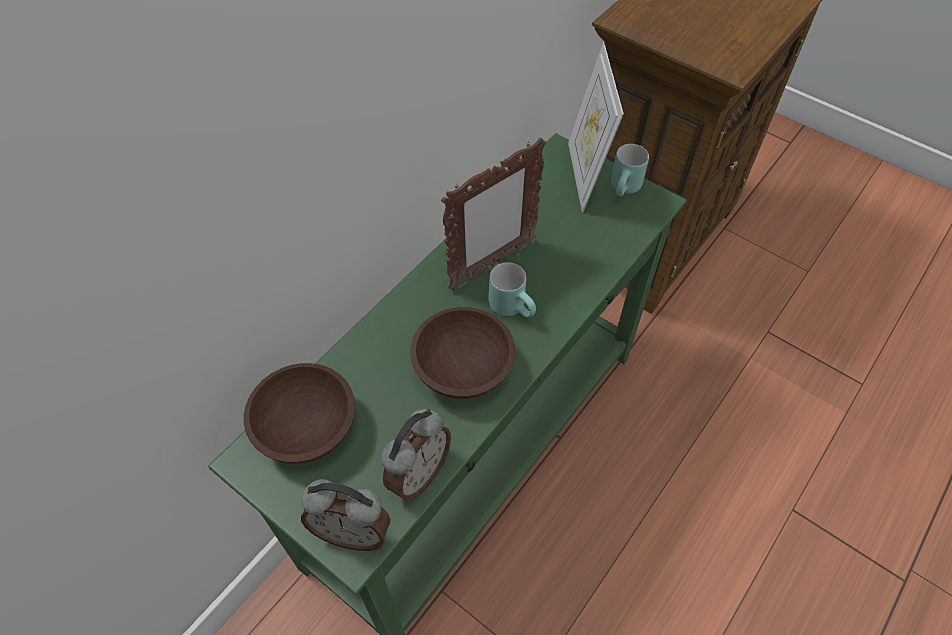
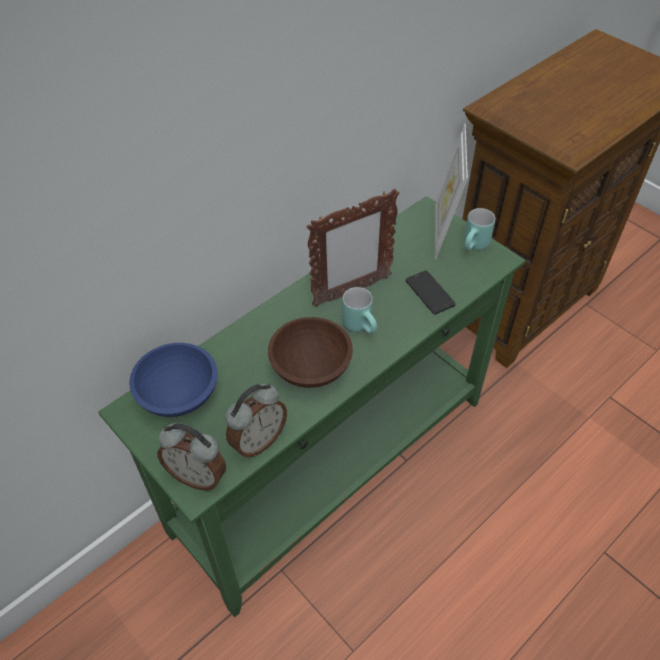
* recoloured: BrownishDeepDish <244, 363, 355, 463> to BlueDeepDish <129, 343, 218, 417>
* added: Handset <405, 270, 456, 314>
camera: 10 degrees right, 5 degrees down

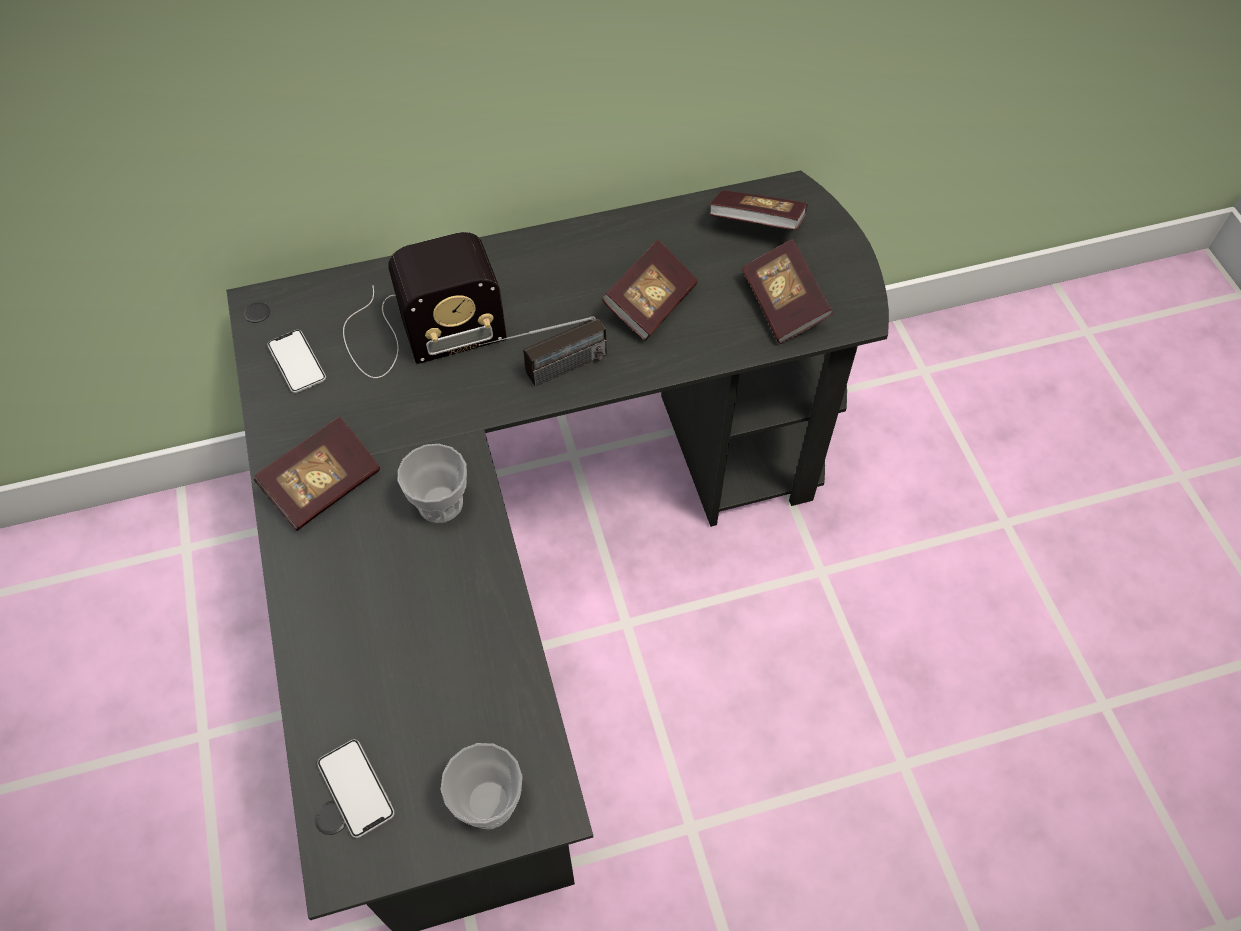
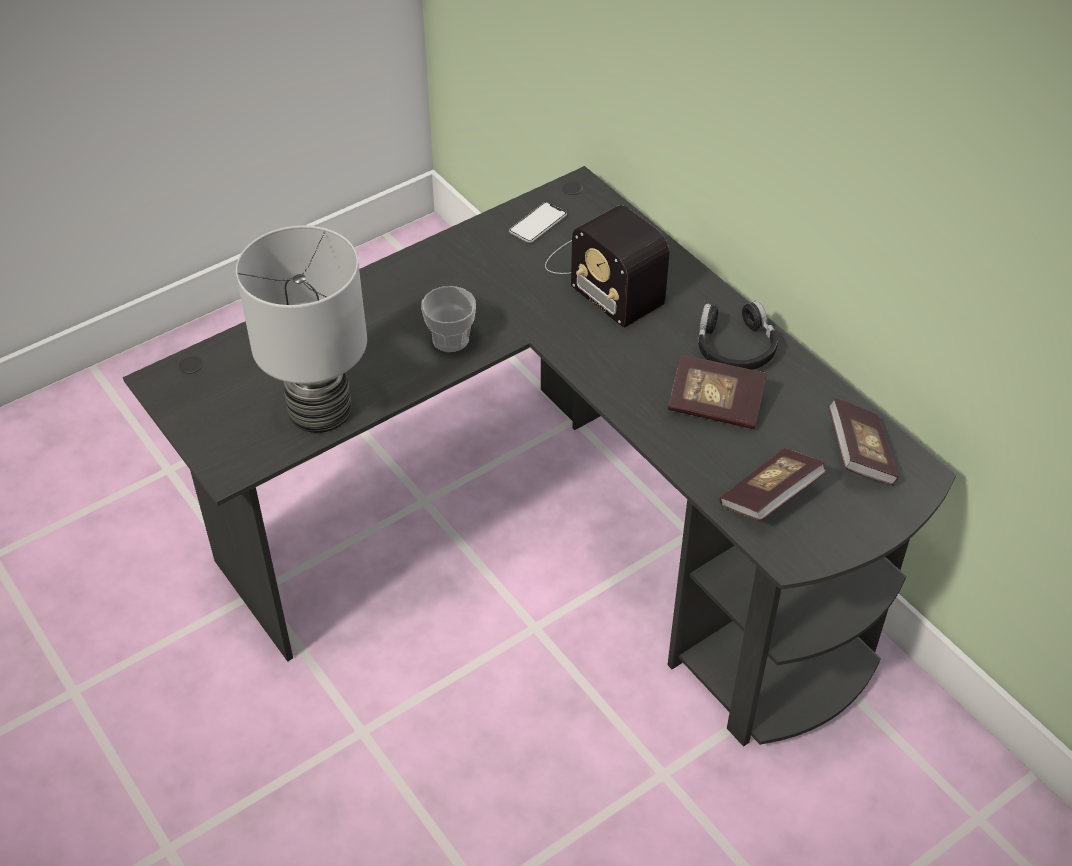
* added: GrayTabletopLamp <236, 225, 367, 433>
* added: BlackHeadset <698, 301, 778, 370>
* removed: Book <254, 416, 380, 531>
* removed: Handset <317, 739, 395, 838>
* removed: DrinkingCup <441, 743, 523, 829>
* removed: RadioReceiver <478, 316, 607, 386>
camera: 70 degrees right, 10 degrees down

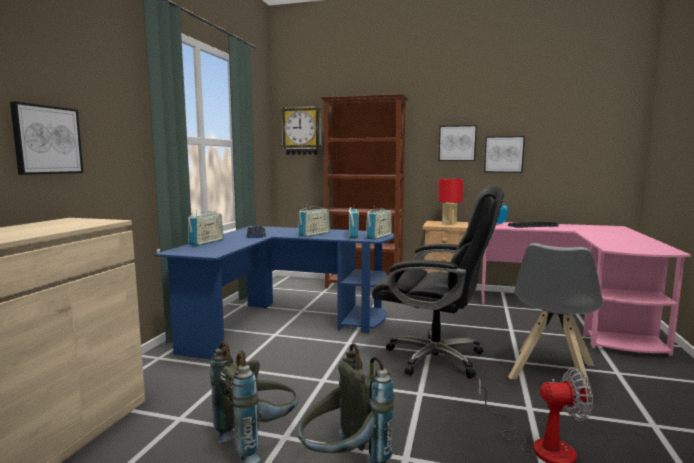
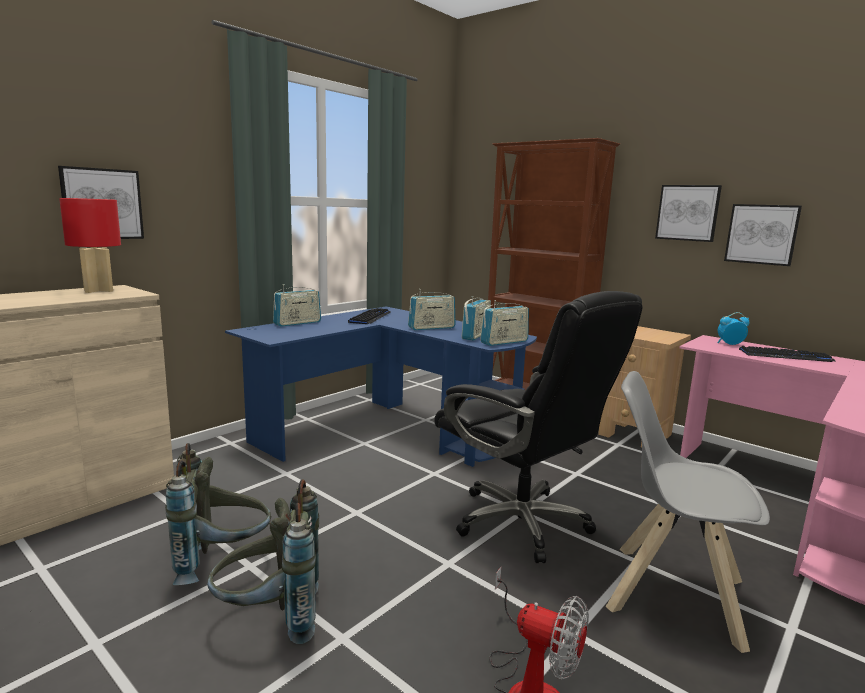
* moved: RedTabletopLamp <438, 179, 463, 225> to <59, 198, 121, 293>
* turned: GrayPlainChair <508, 243, 604, 395> = <606, 371, 770, 653> 60 degrees clockwise
* removed: WallClock <281, 106, 322, 155>
camera: 25 degrees right, 5 degrees up

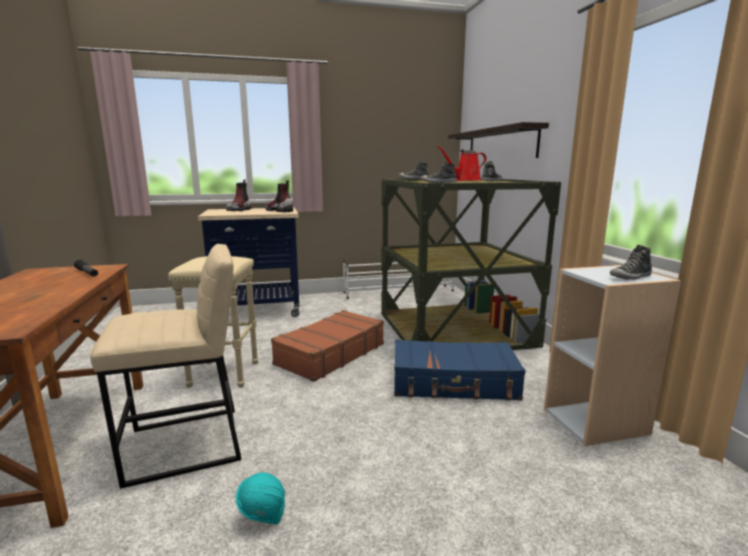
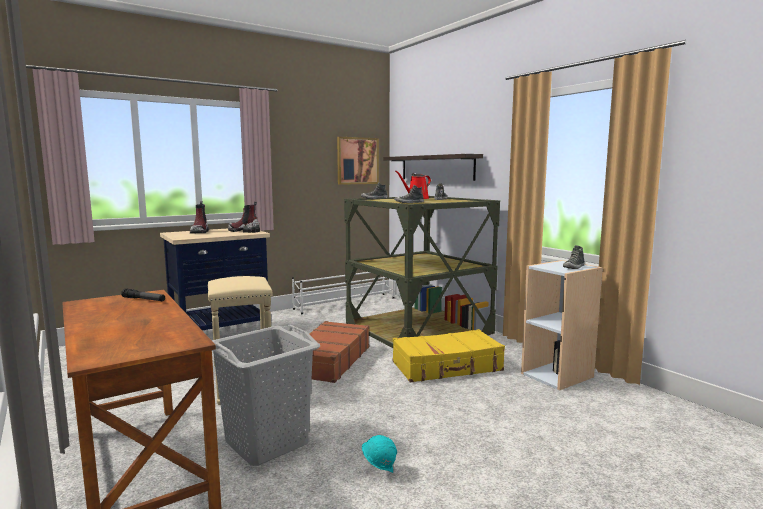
* replaced: BeigeColouredPlainChair <90, 244, 241, 489> to GrayWashingBasket <212, 325, 320, 466>
* added: Picture <337, 137, 379, 185>
* recoloured: BlueTravelCase <394, 339, 525, 400> to YellowTravelCase <393, 329, 505, 383>
camera: 20 degrees left, 5 degrees down

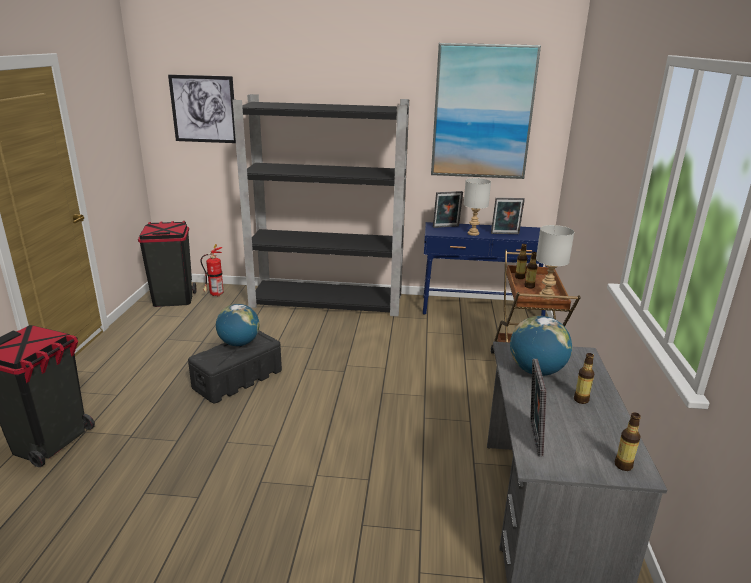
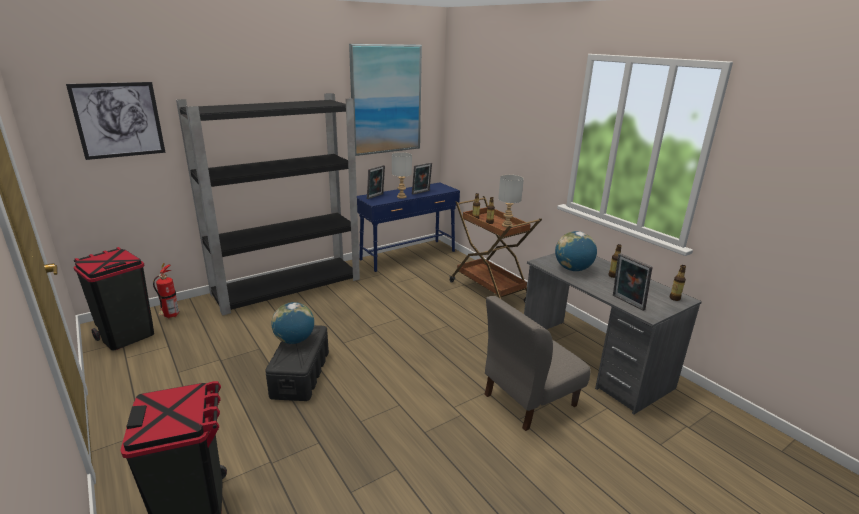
* added: GrayPlainChair <484, 296, 591, 431>
camera: 40 degrees left, 0 degrees up

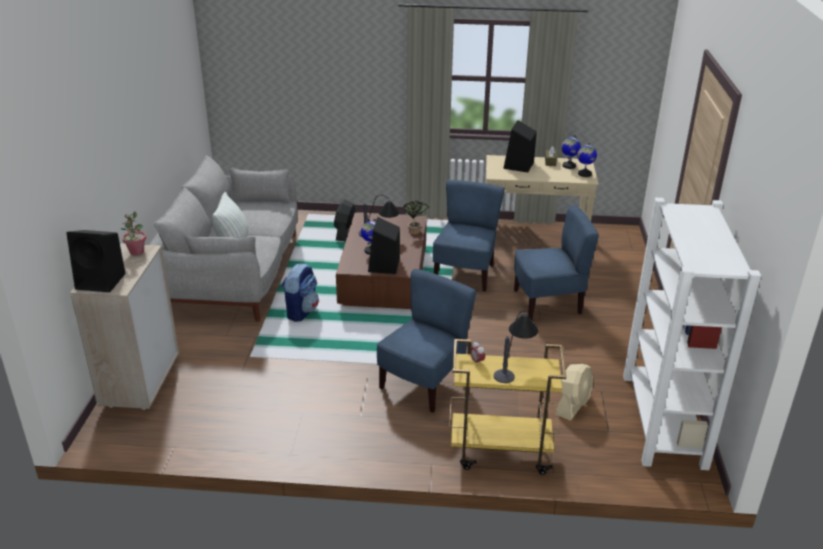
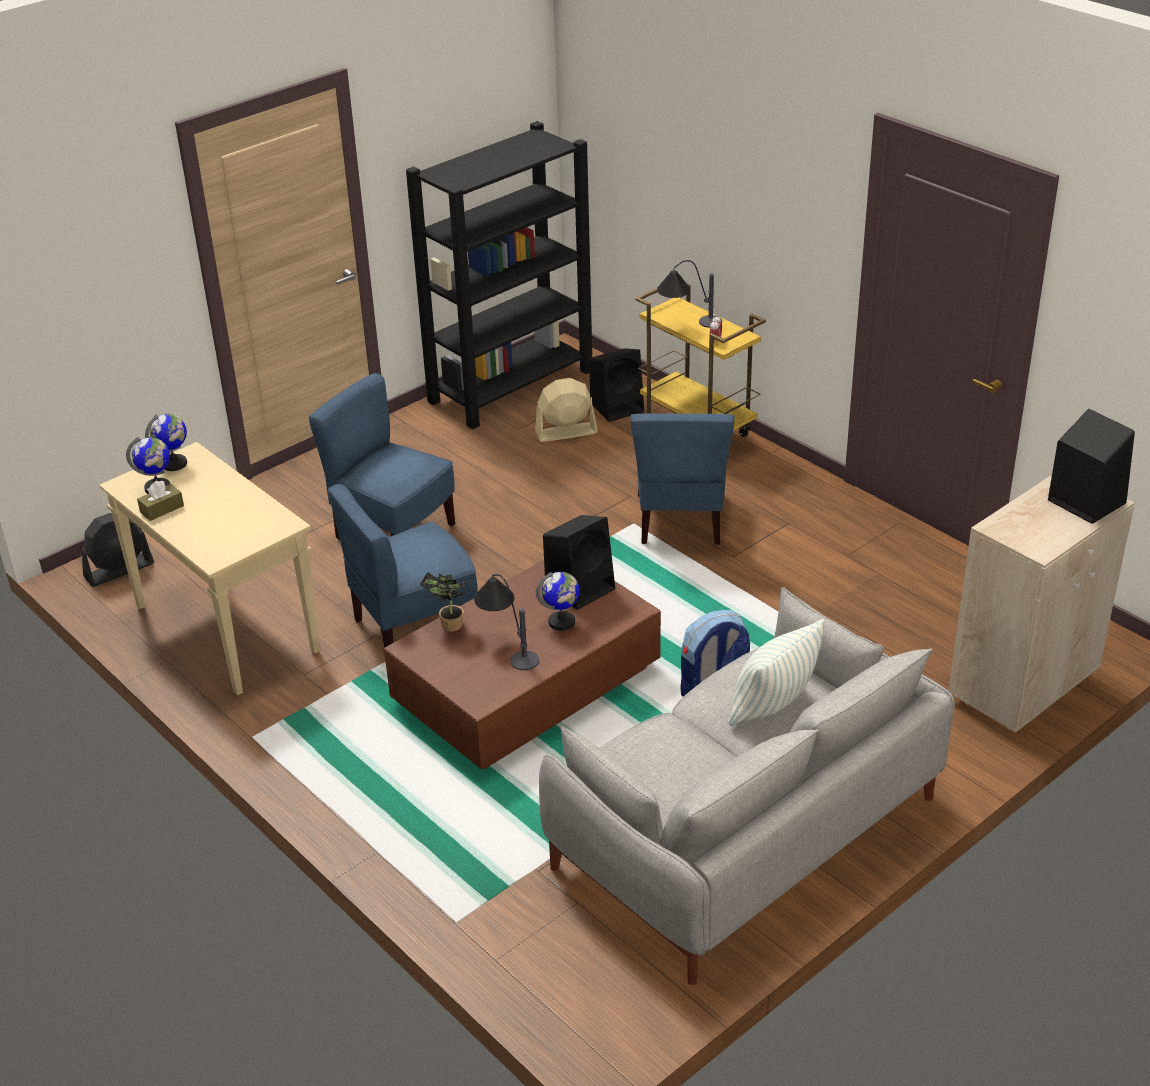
* moved: BlackFan <334, 199, 356, 241> to <82, 513, 154, 587>
* recoloured: WhiteColouredShelvingUnit <623, 198, 761, 470> to BlackShelvingUnit <406, 121, 592, 429>
* moved: BlackAudioSpeaker <503, 120, 537, 172> to <589, 348, 644, 422>
* turned: BluePlainChair <377, 269, 476, 413> = <630, 413, 735, 545> 75 degrees counterclockwise
* removed: Houseplant <121, 211, 146, 255>
camera: 135 degrees left, 5 degrees up

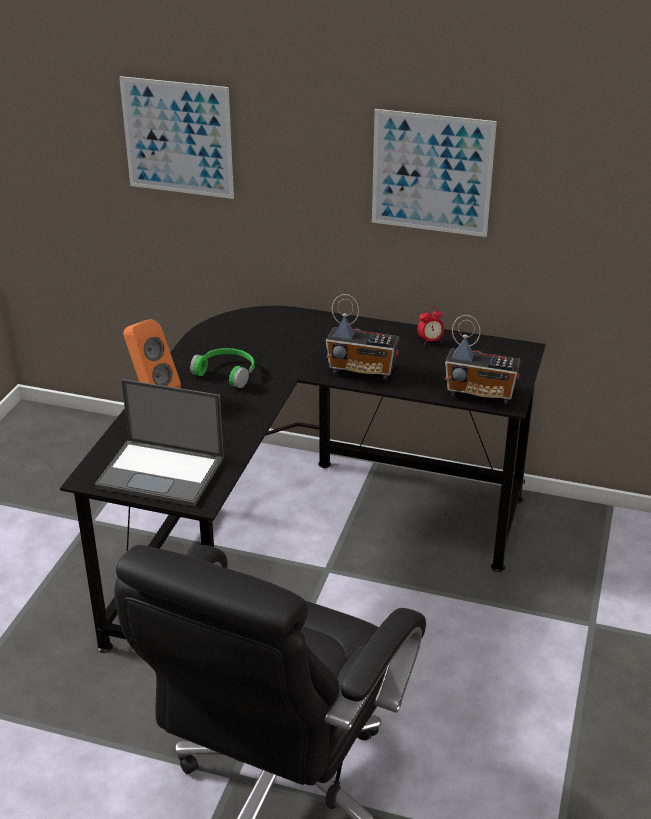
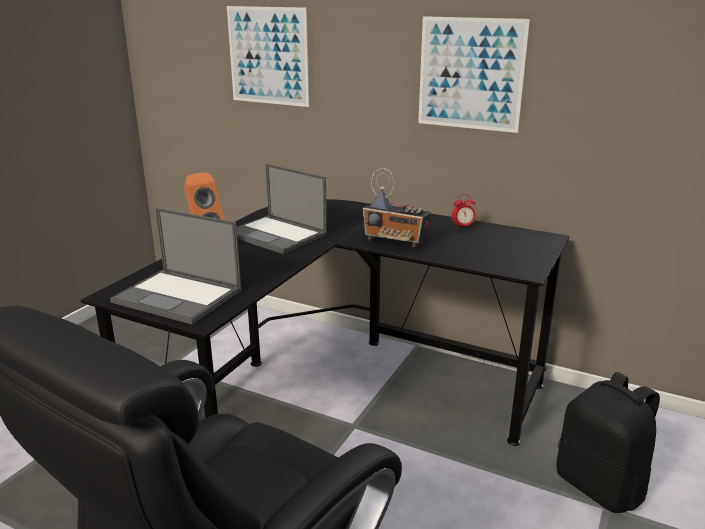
* replaced: GreenishHeadset <190, 348, 255, 388> to PortableComputer <237, 164, 327, 254>
* added: BlackKnapsack <557, 372, 660, 513>
* removed: RadioReceiver <445, 315, 521, 404>
camera: 10 degrees right, 10 degrees down

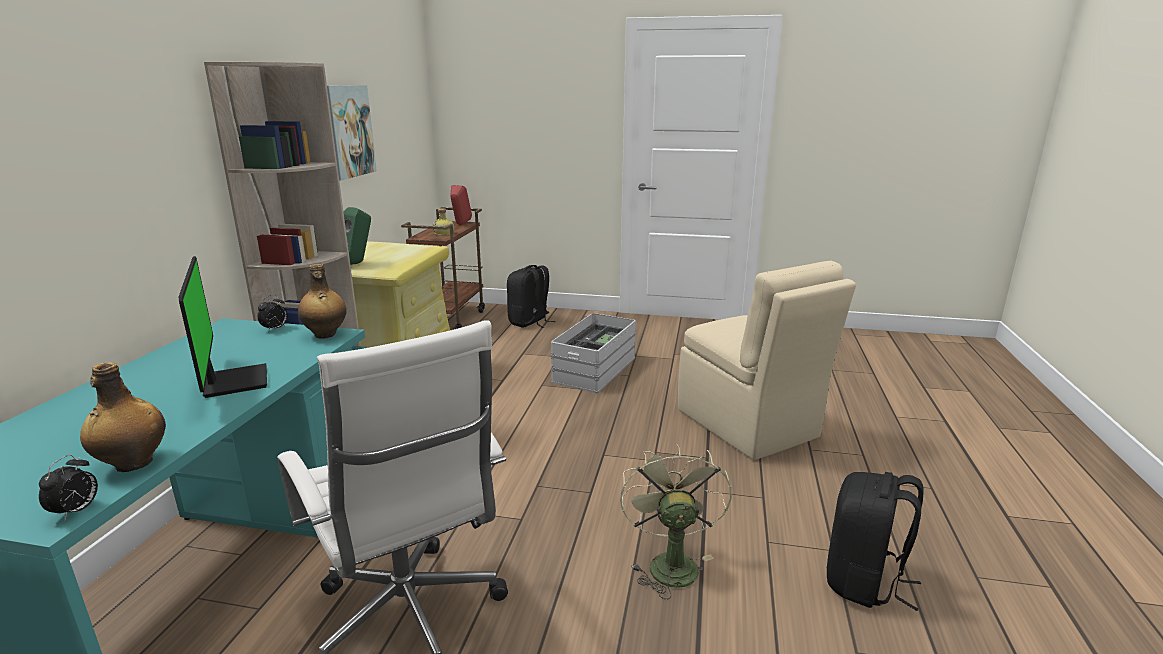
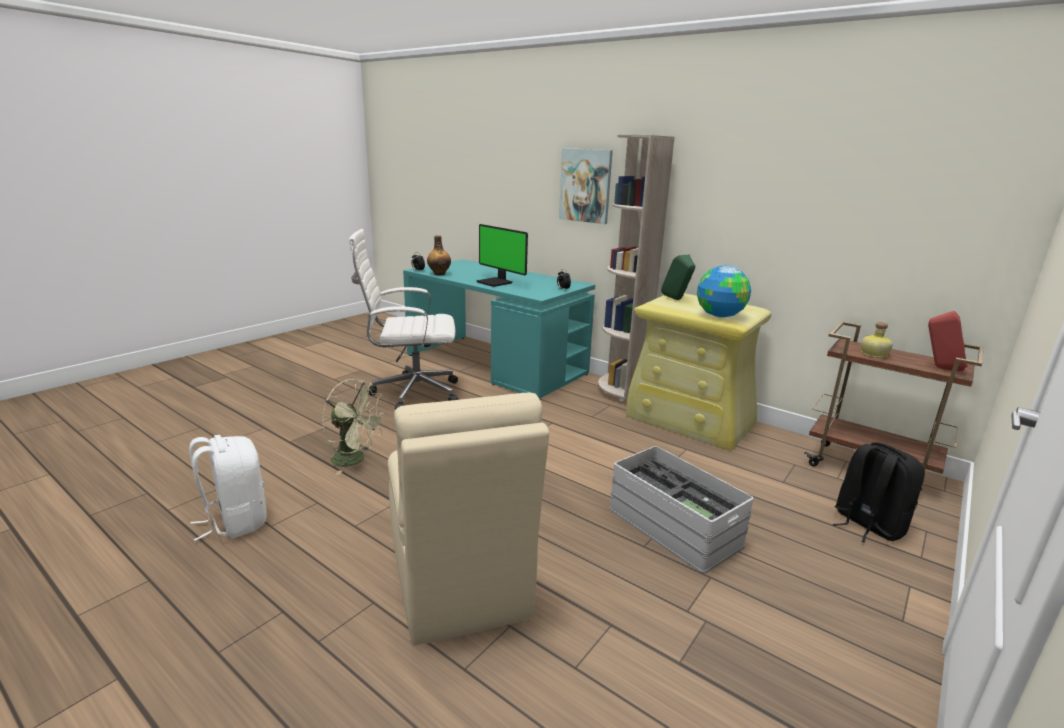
* recoloured: BlackKnapsack <827, 472, 924, 611> to WhiteColouredKnapsack <189, 435, 267, 541>
* turned: BeigeColouredPlainChair <678, 261, 856, 460> = <388, 393, 549, 646> 105 degrees counterclockwise
* turned: ComputerScreen <178, 256, 267, 398> = <476, 224, 528, 287> 45 degrees clockwise
* moved: Picture <327, 85, 377, 180> to <559, 148, 613, 224>
* added: DeskGlobe <697, 265, 751, 318>
* removed: BeverageBottle <298, 264, 347, 339>
camera: 115 degrees right, 0 degrees up

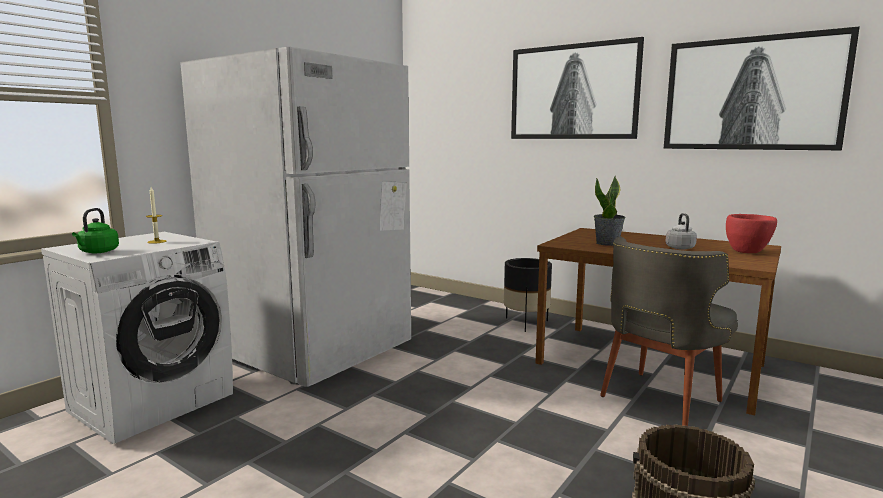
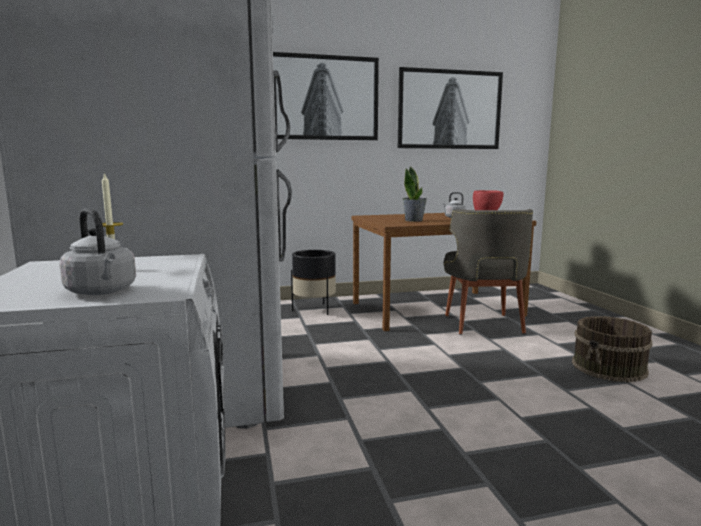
* recoloured: GreenishWaterKettle <72, 208, 119, 253> to GrayWaterKettle <59, 208, 136, 295>
camera: 50 degrees left, 0 degrees up

